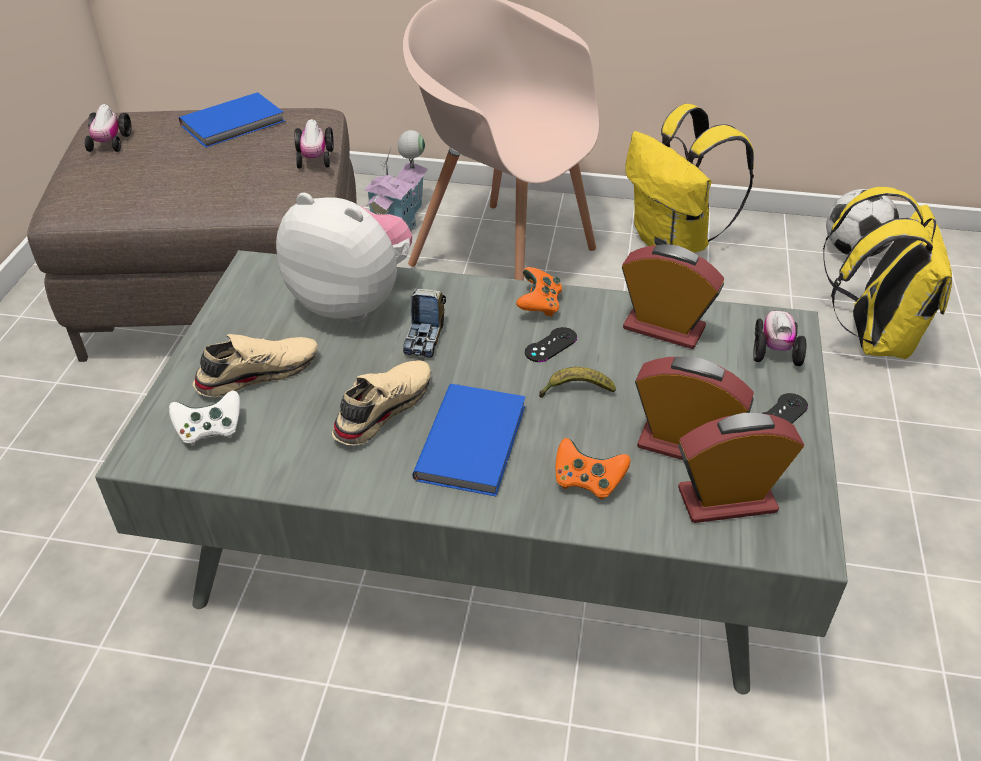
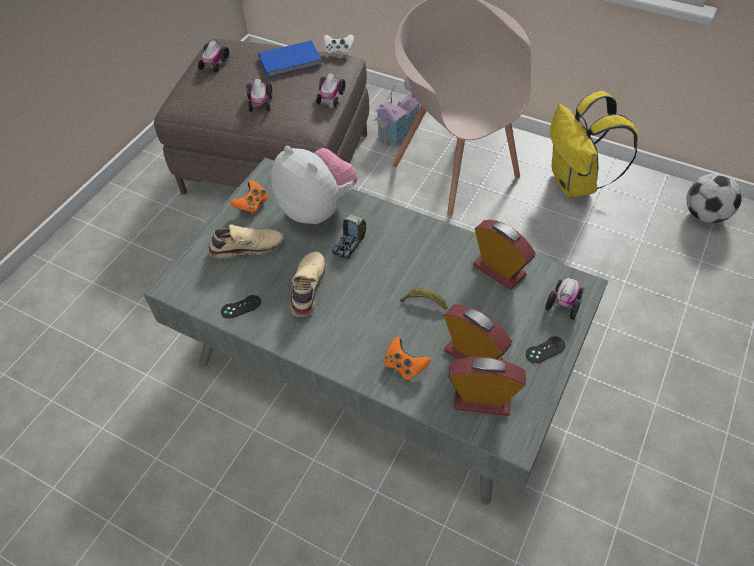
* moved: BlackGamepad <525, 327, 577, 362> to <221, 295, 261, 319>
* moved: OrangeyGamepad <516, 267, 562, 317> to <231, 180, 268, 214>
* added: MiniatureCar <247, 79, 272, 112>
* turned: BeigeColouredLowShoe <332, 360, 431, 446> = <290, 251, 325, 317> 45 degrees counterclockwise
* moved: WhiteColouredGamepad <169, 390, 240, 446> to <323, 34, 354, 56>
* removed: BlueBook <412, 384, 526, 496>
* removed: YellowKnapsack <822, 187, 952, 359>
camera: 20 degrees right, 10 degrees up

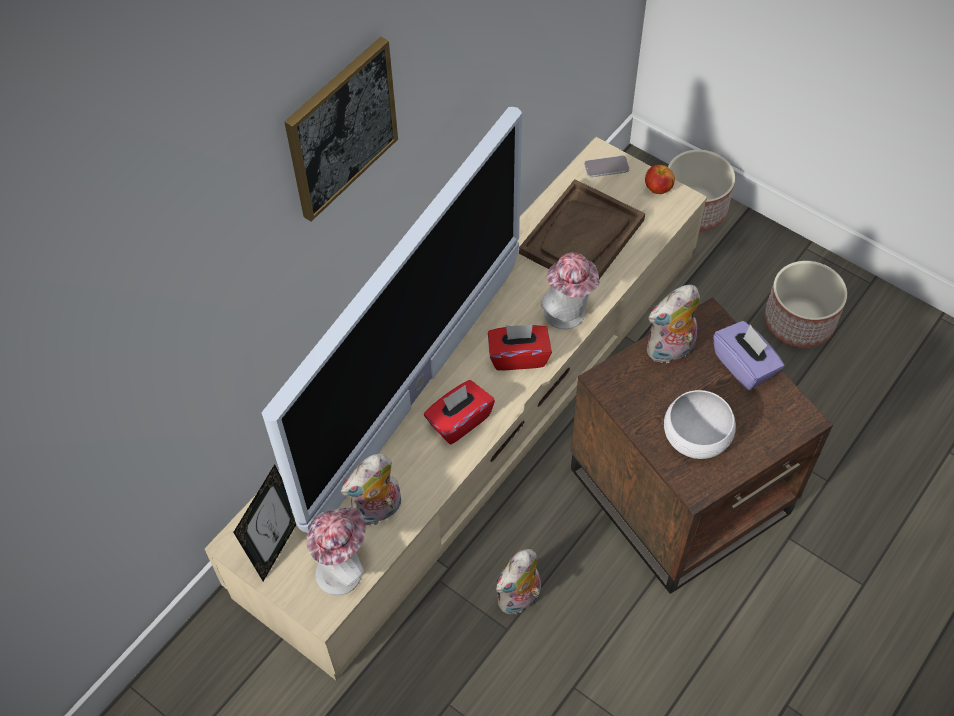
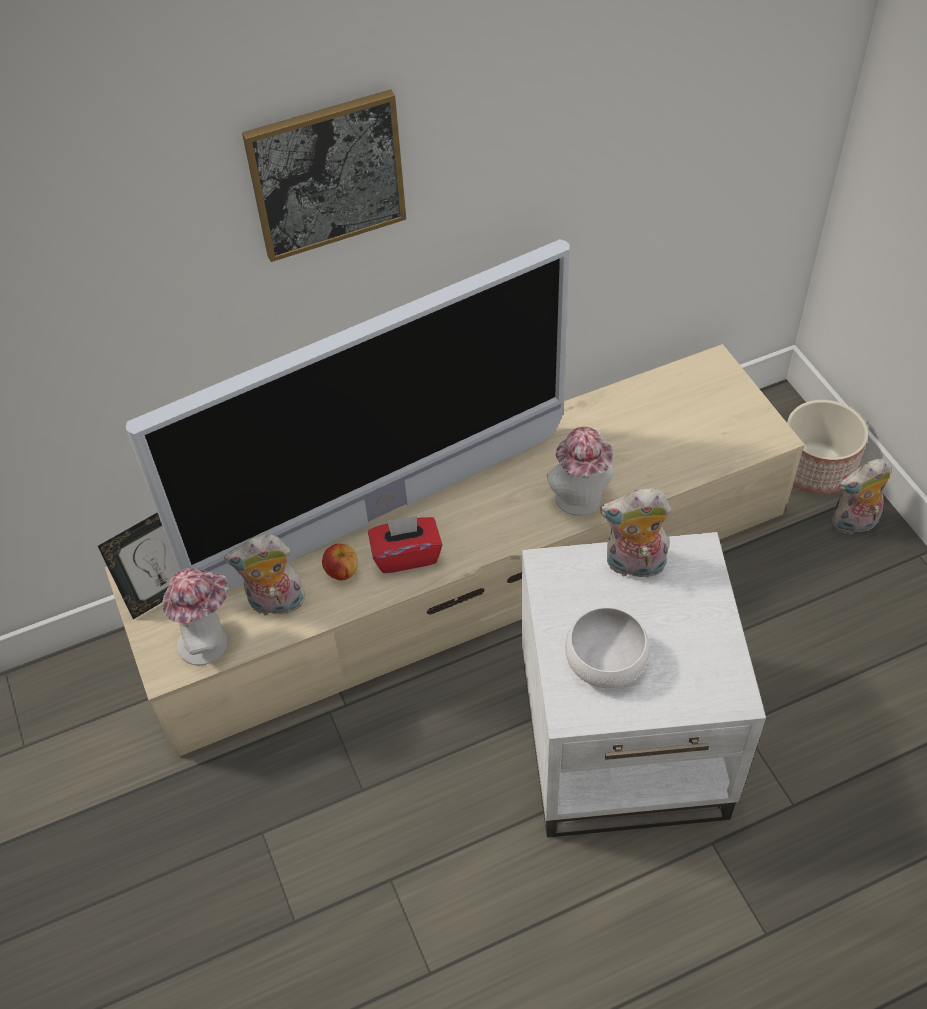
* moved: WholeApple <645, 165, 675, 194> to <322, 544, 358, 580>
* recoloured: BrownishSideTable <571, 297, 833, 594> to WhiteColouredSideTable <522, 532, 766, 837>
* moved: SoftToy <496, 549, 541, 614> to <832, 459, 891, 535>
* removed: RedTissueHolder <488, 325, 552, 371>
* removed: BrownishTray <519, 179, 645, 279>
* removed: Handset <584, 155, 630, 177>
* removed: PurpleTissueHolder <713, 321, 784, 390>
* removed: PlantPot <765, 261, 847, 348>
camera: 30 degrees right, 5 degrees down

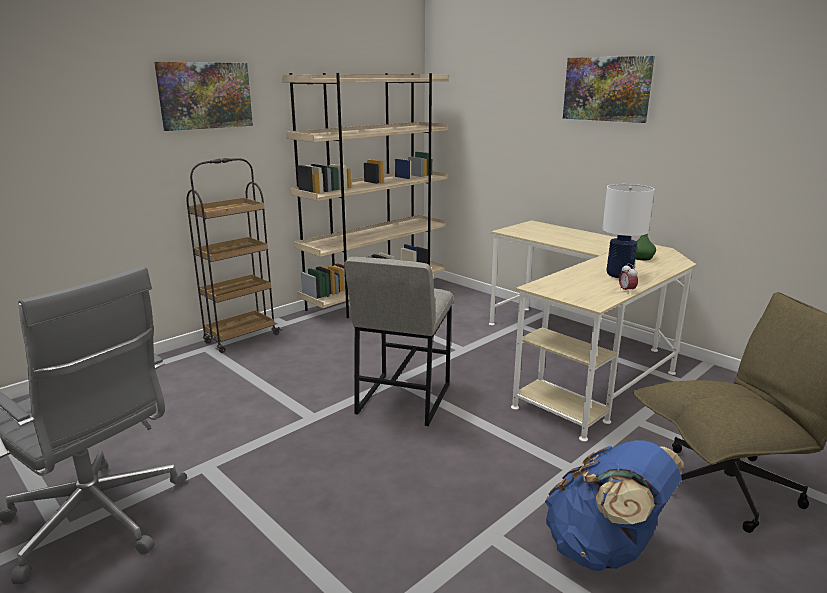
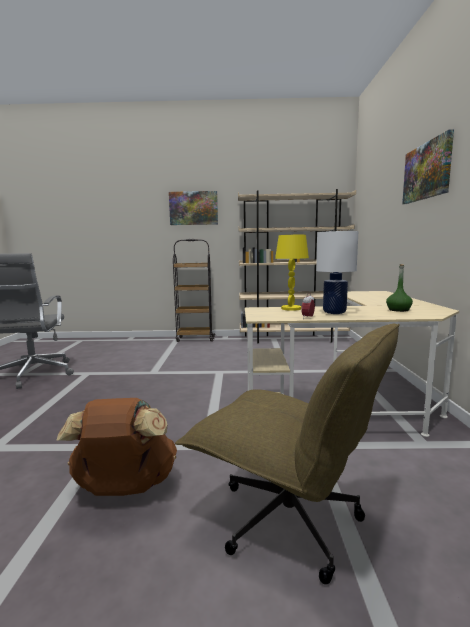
* recoloured: BlueKnapsack <545, 440, 684, 571> to BrownishKnapsack <56, 398, 177, 496>
* added: YellowTabletopLamp <275, 235, 309, 311>
* removed: GrayPlainChair <344, 257, 453, 426>
camera: 45 degrees right, 10 degrees down

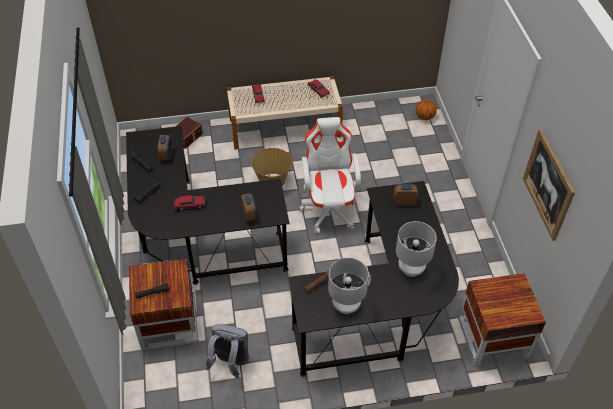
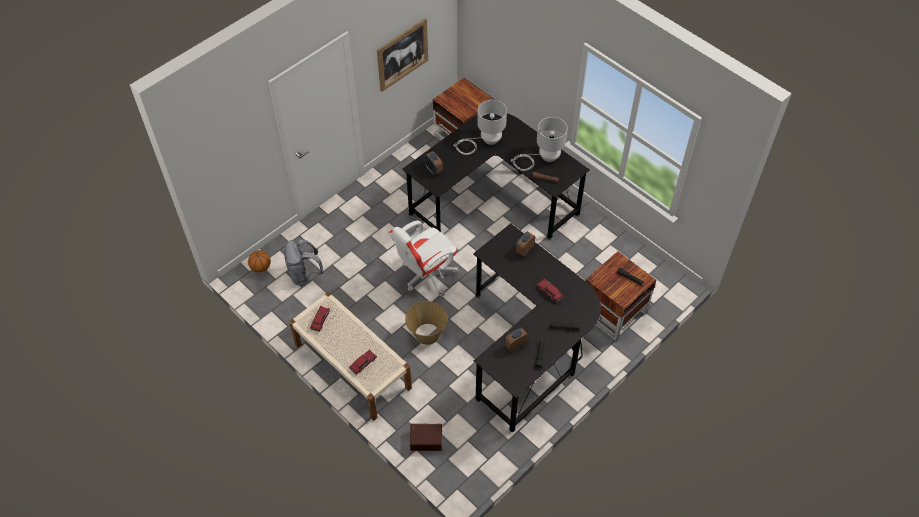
* moved: GrayKnapsack <206, 324, 249, 378> to <284, 239, 324, 286>
camera: 125 degrees left, 5 degrees up

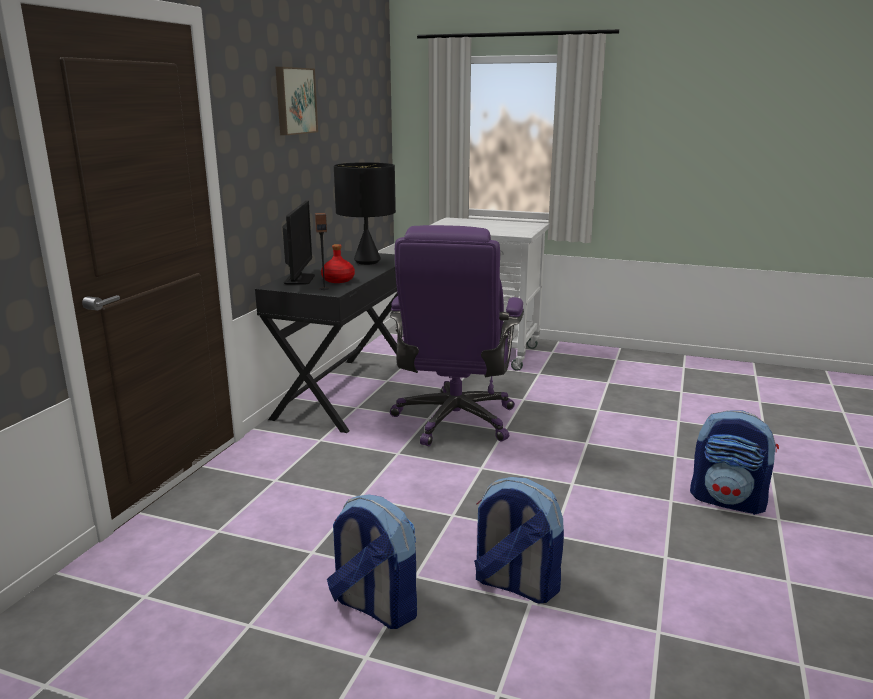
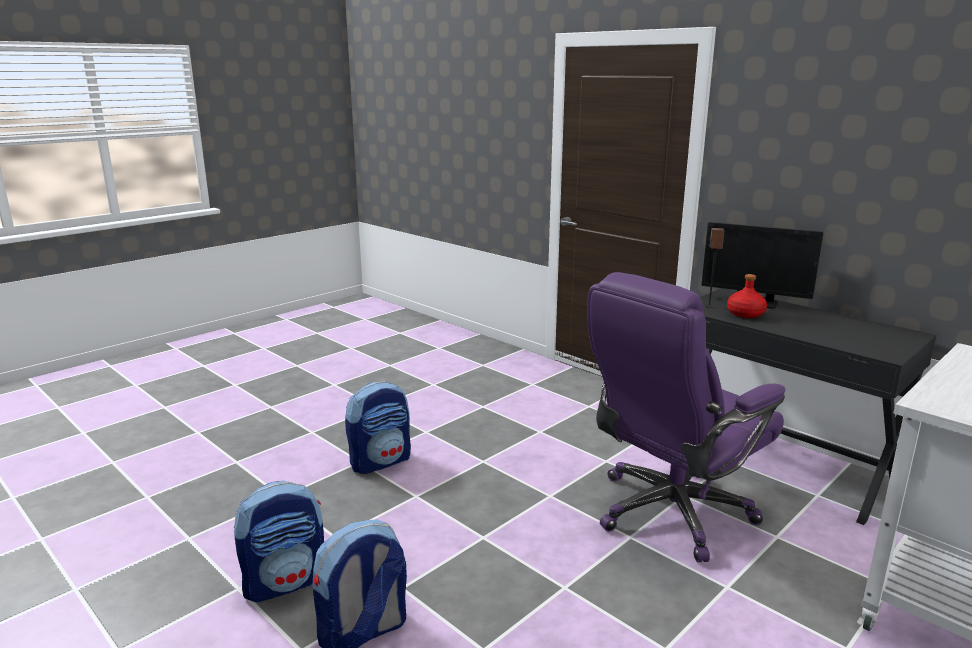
* moved: Knapsack <327, 495, 417, 629> to <234, 481, 324, 602>
* turned: PurpleOfficeChair <390, 225, 524, 446> = <587, 272, 785, 562> 75 degrees counterclockwise
* removed: Picture <276, 67, 318, 135>
* removed: BlackTabletopLamp <334, 162, 396, 265>
camera: 115 degrees right, 0 degrees up

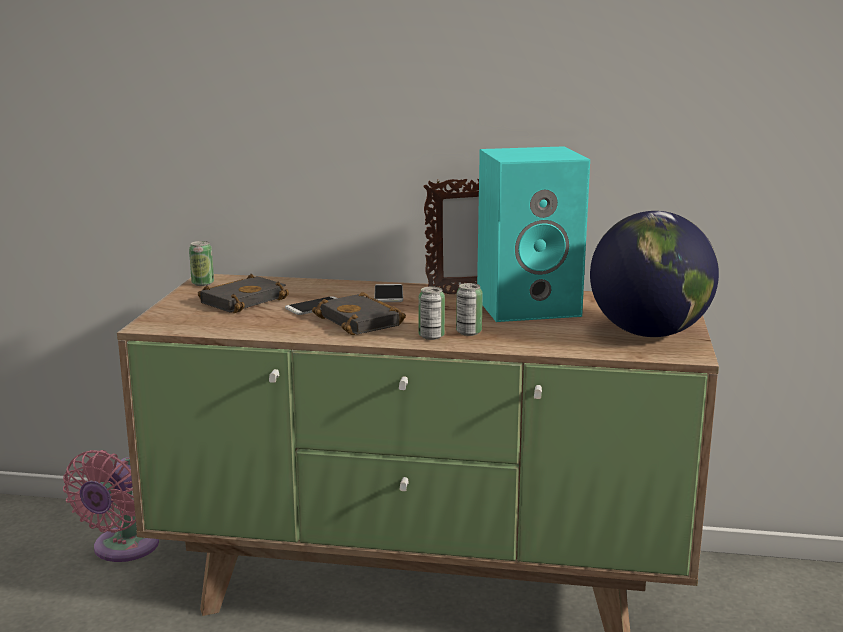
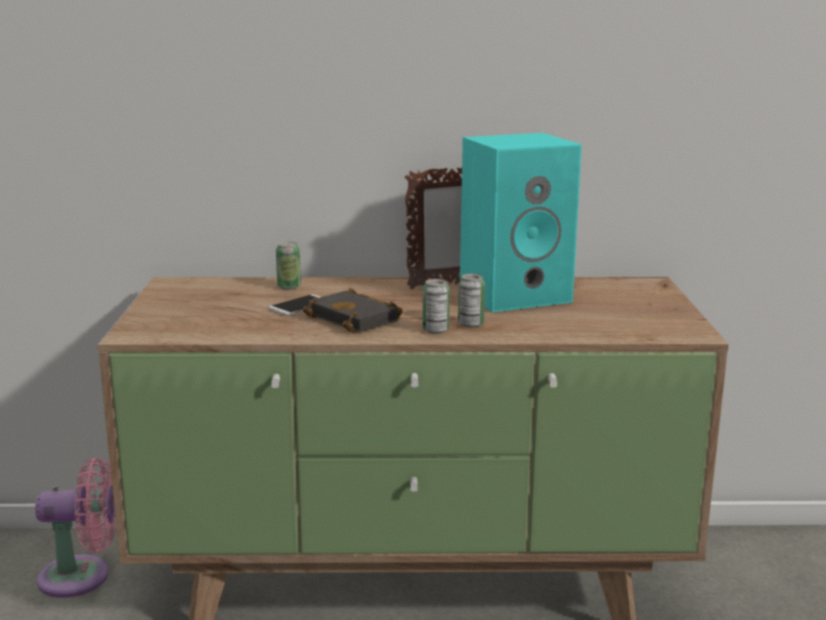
* turned: PinkFan <63, 450, 159, 562> = <35, 458, 116, 598> 105 degrees counterclockwise
* moved: MetalCan <189, 241, 214, 286> to <276, 242, 301, 290>
* removed: BlackBook <198, 274, 289, 313>
* removed: Handset <374, 284, 403, 302>
* removed: DeskGlobe <590, 211, 719, 337>
camera: 10 degrees left, 0 degrees up

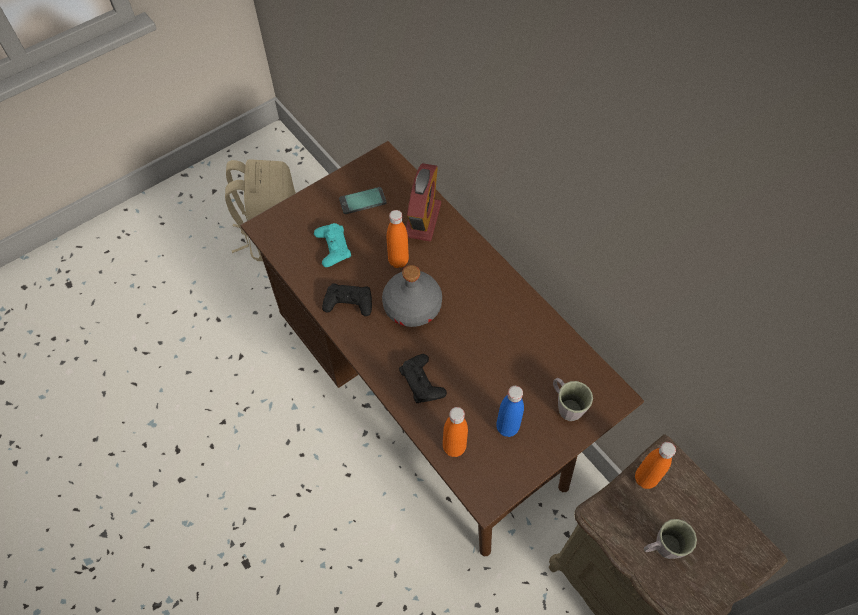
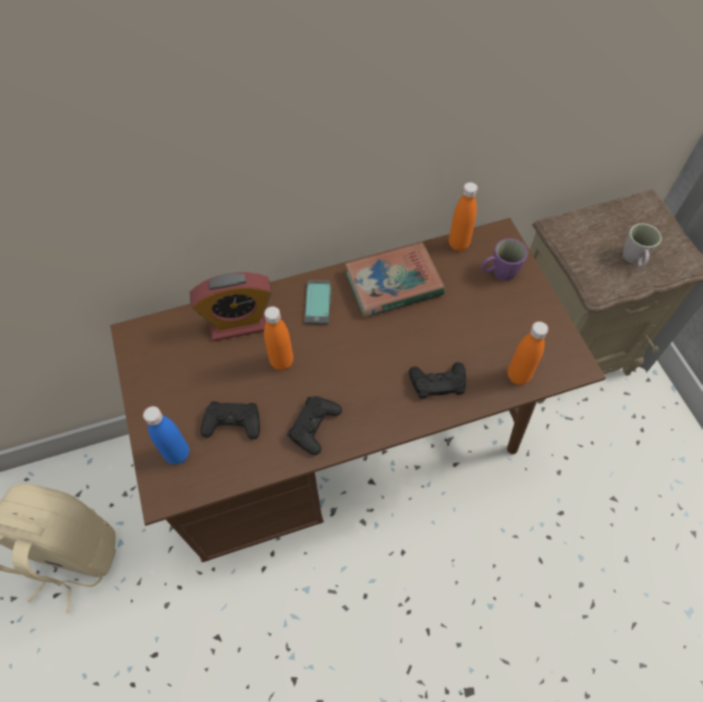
* moved: BlueBeverageBottle <496, 386, 524, 437> to <143, 406, 189, 464>
* turned: AlarmClock <406, 163, 441, 241> = <190, 272, 272, 341> 135 degrees clockwise
* recoloured: TurquoiseGamepad <314, 223, 351, 267> to BlackGamepad <201, 401, 260, 440>
* moved: Handset <339, 187, 386, 214> to <304, 280, 332, 325>
* added: Book <345, 242, 445, 317>
* moved: OrangeyBeverageBottle <635, 442, 676, 489> to <449, 182, 478, 251>
* recoloured: GrayMug <553, 378, 593, 421> to PurpleMug <481, 238, 528, 281>
* removed: GrayBeverageBottle <382, 265, 442, 327>
camera: 70 degrees left, 0 degrees up

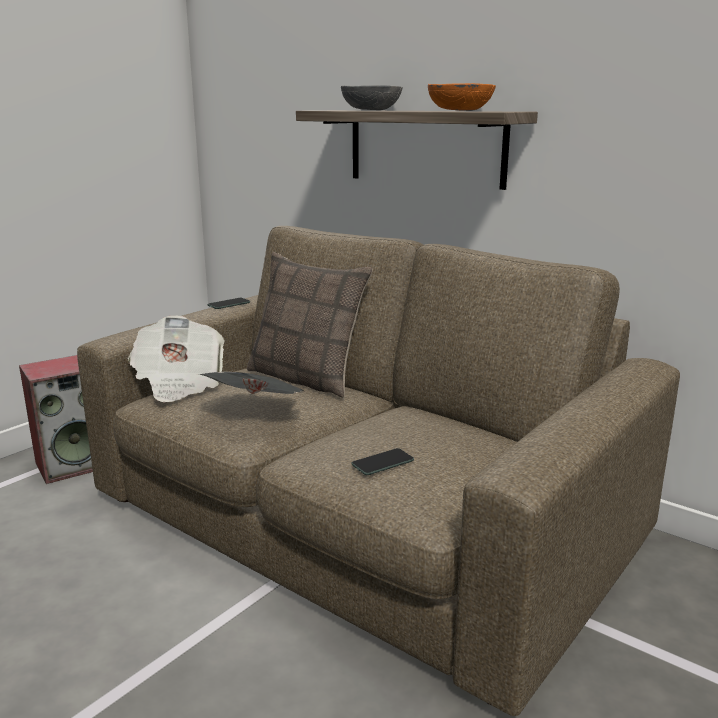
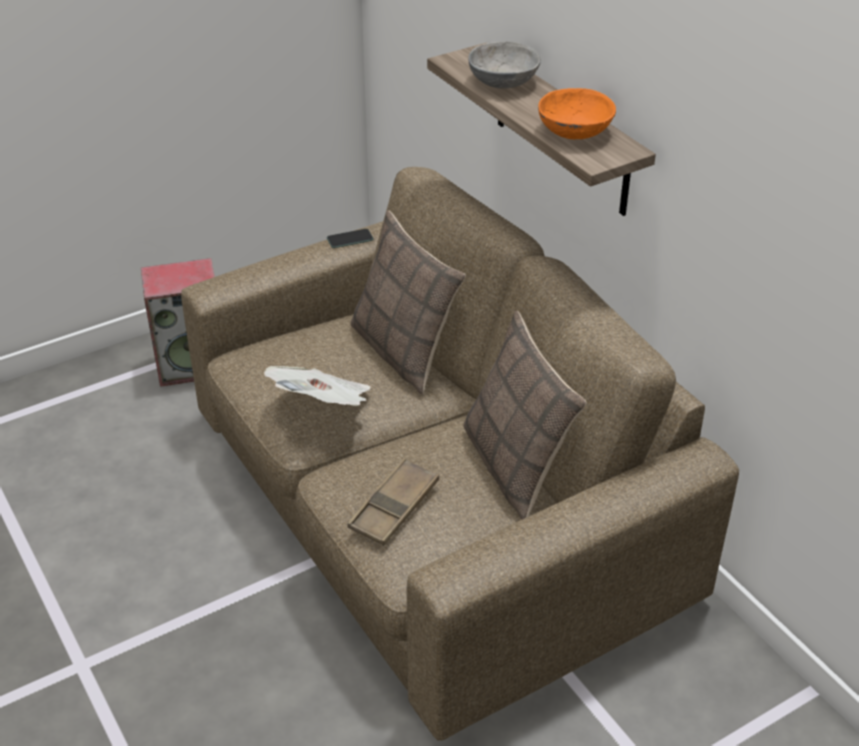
* replaced: Handset <351, 448, 414, 475> to BrownishTray <347, 458, 439, 546>
* added: ThrowPillow <463, 311, 587, 520>
* removed: PrintedPaper <128, 315, 225, 402>
camera: 20 degrees right, 20 degrees up

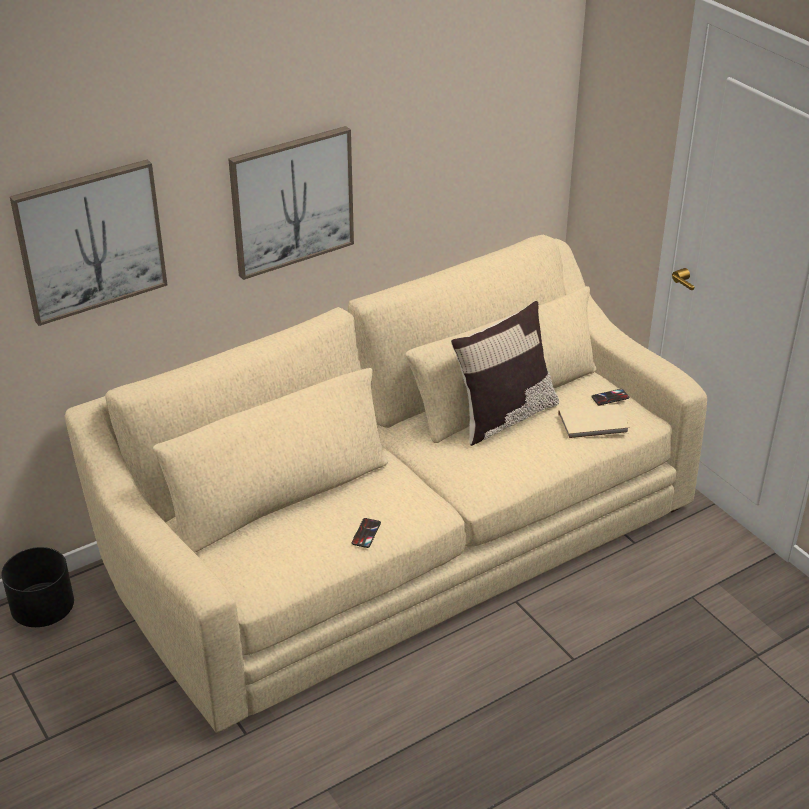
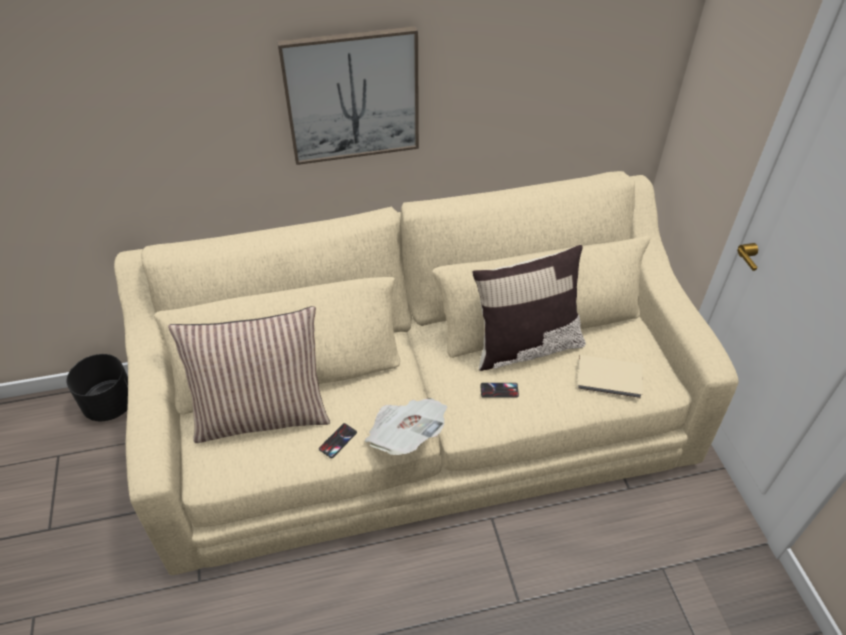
* added: ThrowPillow <168, 306, 330, 443>
* added: PrintedPaper <364, 398, 447, 455>
* moved: Handset <591, 389, 629, 405> to <480, 383, 519, 398>
* removed: Picture <10, 159, 167, 326>
camera: 20 degrees right, 10 degrees up

